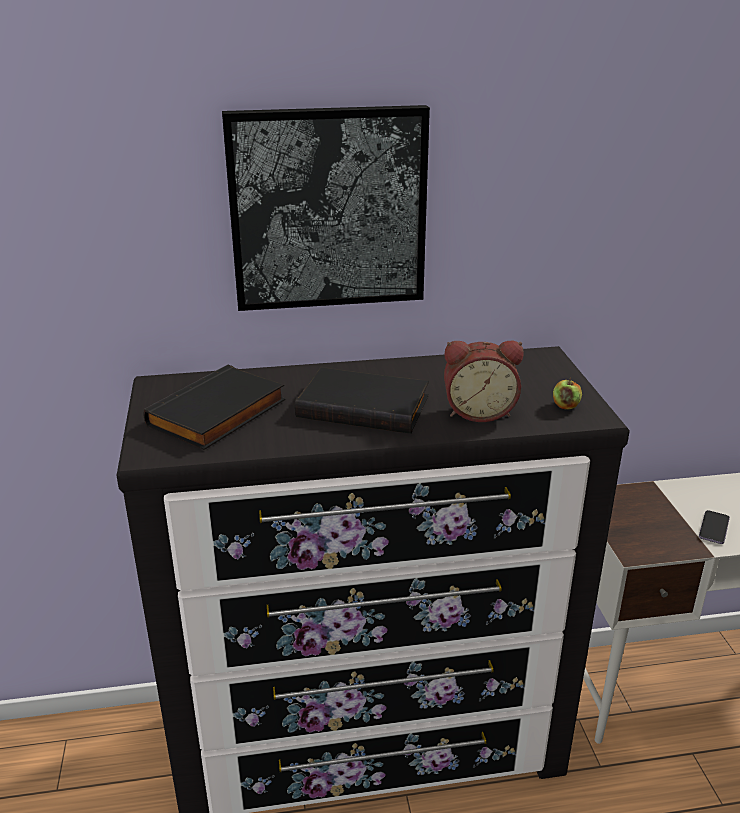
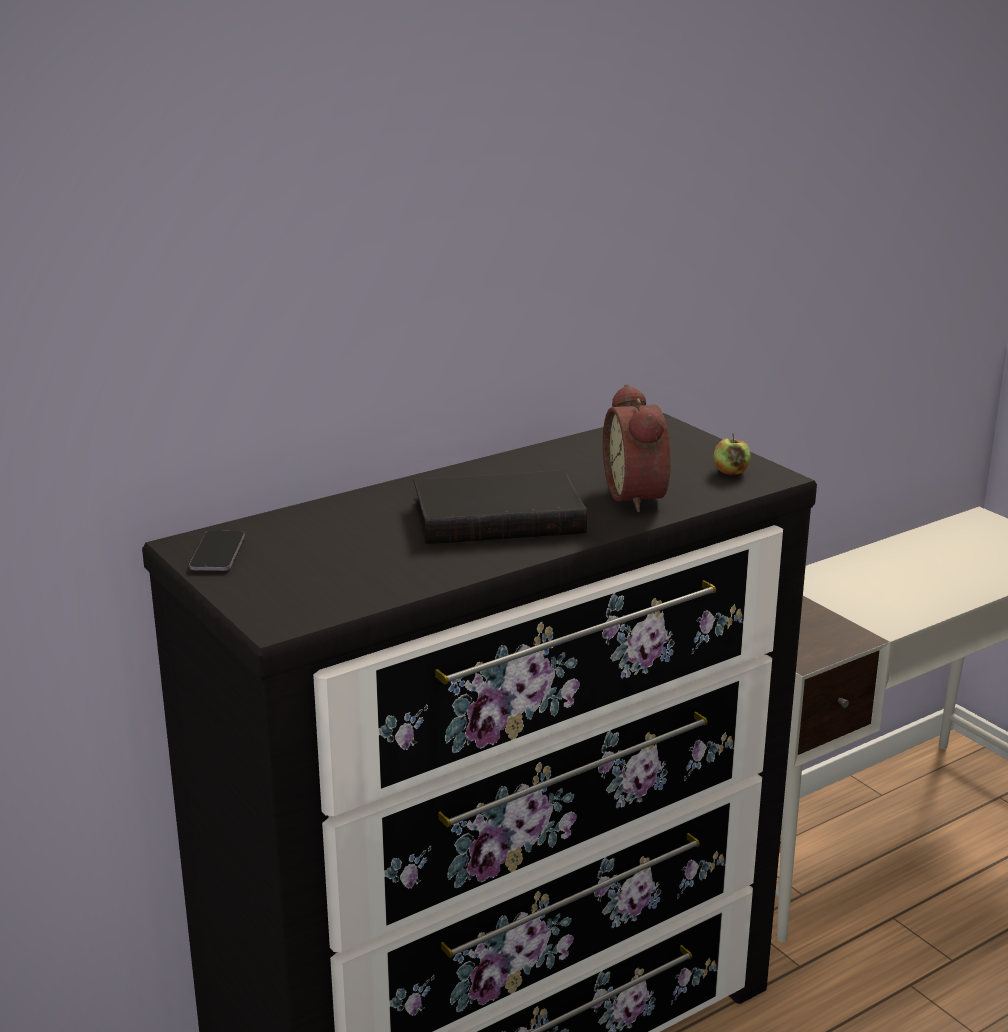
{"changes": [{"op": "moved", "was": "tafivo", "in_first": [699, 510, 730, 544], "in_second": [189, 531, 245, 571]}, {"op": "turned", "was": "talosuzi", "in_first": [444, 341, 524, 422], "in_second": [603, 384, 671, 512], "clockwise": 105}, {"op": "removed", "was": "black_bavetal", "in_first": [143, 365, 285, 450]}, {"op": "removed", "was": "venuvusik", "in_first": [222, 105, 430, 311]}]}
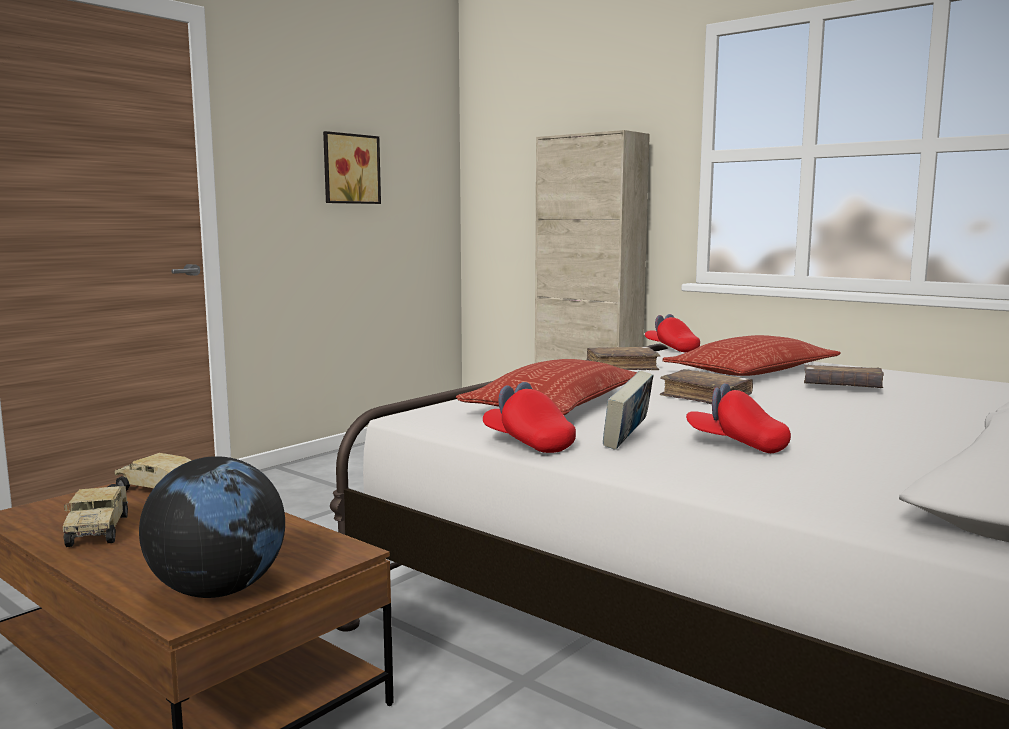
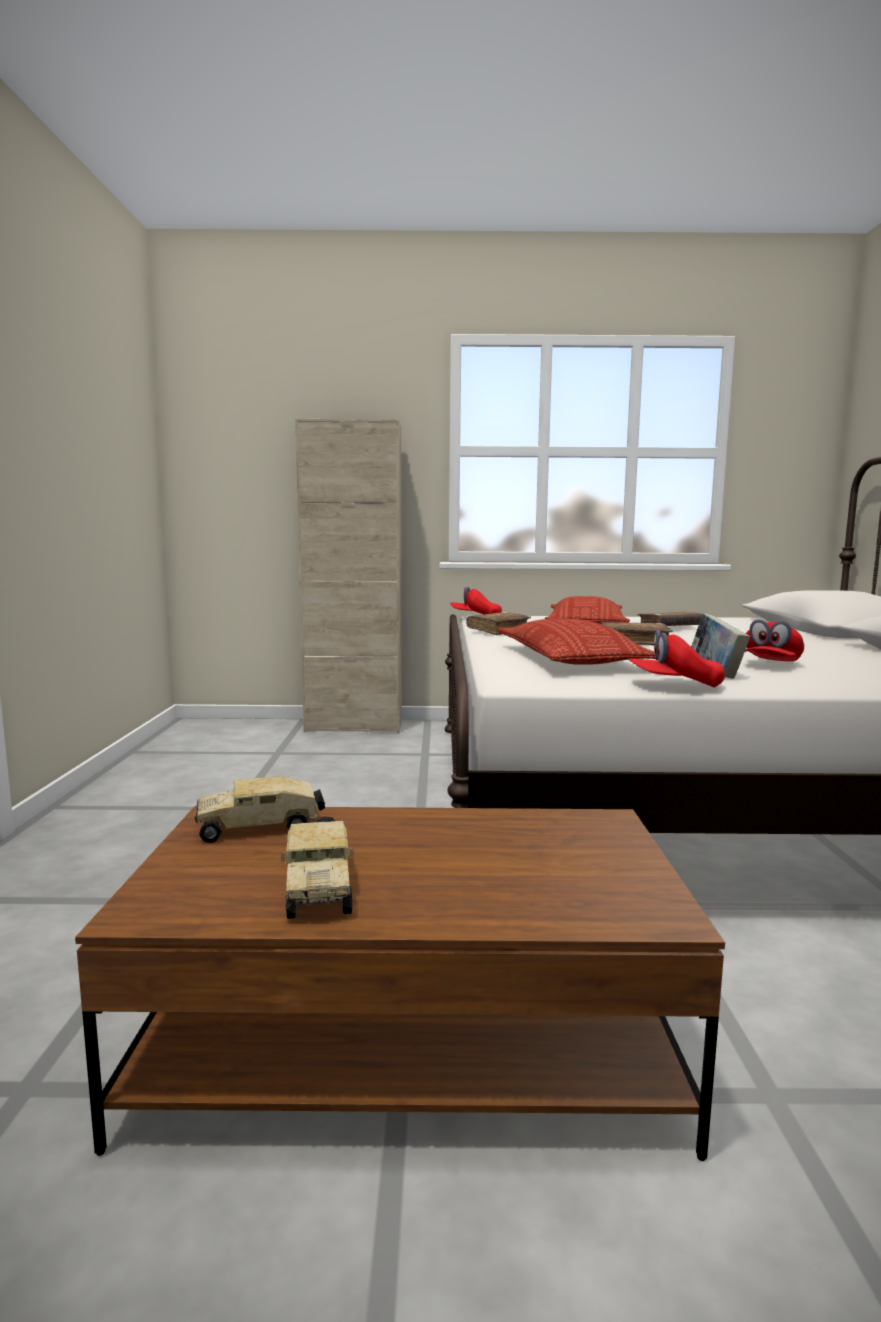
{"changes": [{"op": "turned", "was": "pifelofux", "in_first": [63, 484, 128, 547], "in_second": [281, 816, 354, 919], "clockwise": 45}, {"op": "turned", "was": "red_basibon", "in_first": [686, 383, 791, 453], "in_second": [745, 619, 804, 661], "clockwise": -45}, {"op": "removed", "was": "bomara", "in_first": [139, 456, 285, 598]}, {"op": "removed", "was": "venuvusik", "in_first": [323, 131, 381, 204]}]}
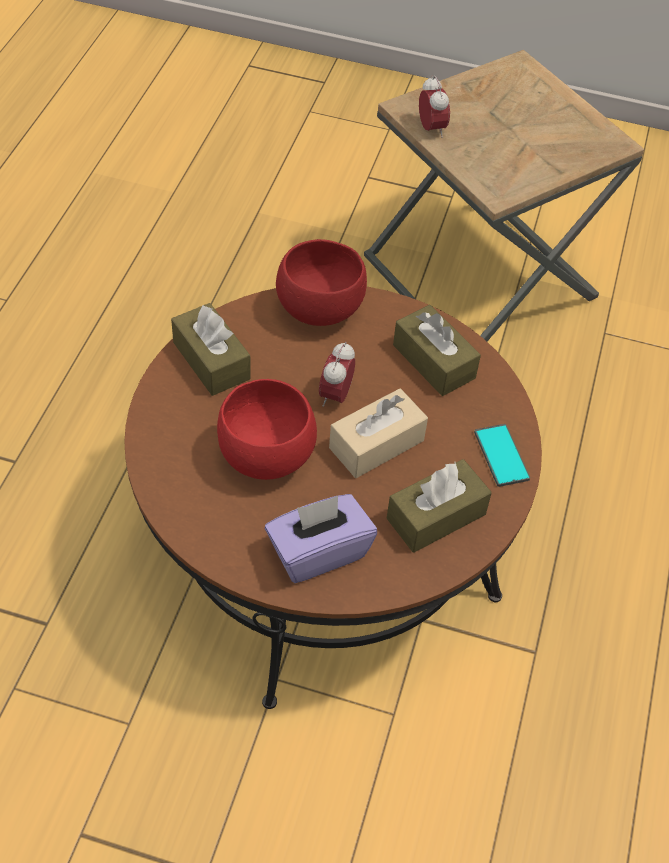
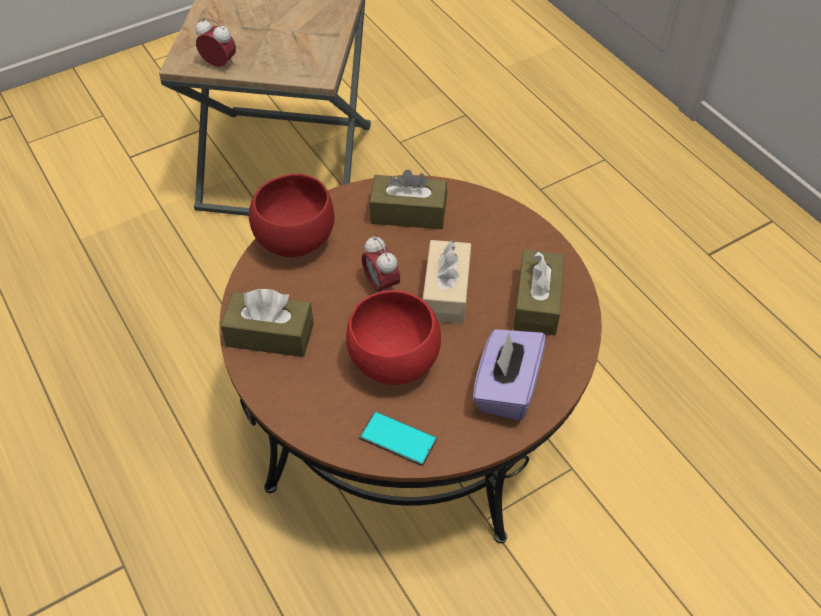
{"changes": [{"op": "moved", "was": "tafivo", "in_first": [474, 424, 530, 487], "in_second": [359, 411, 437, 466]}]}
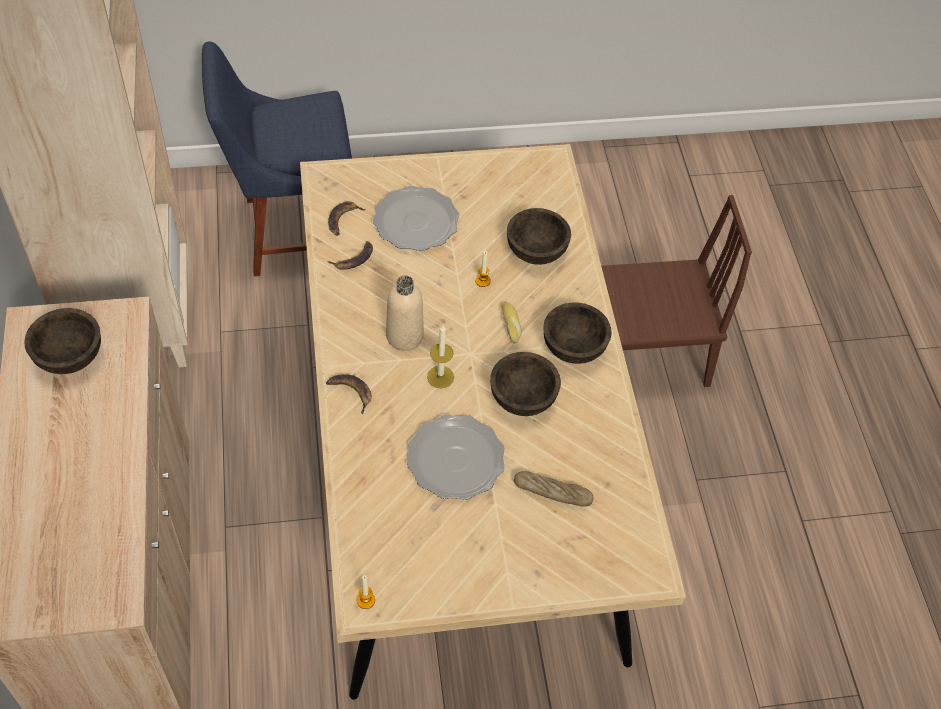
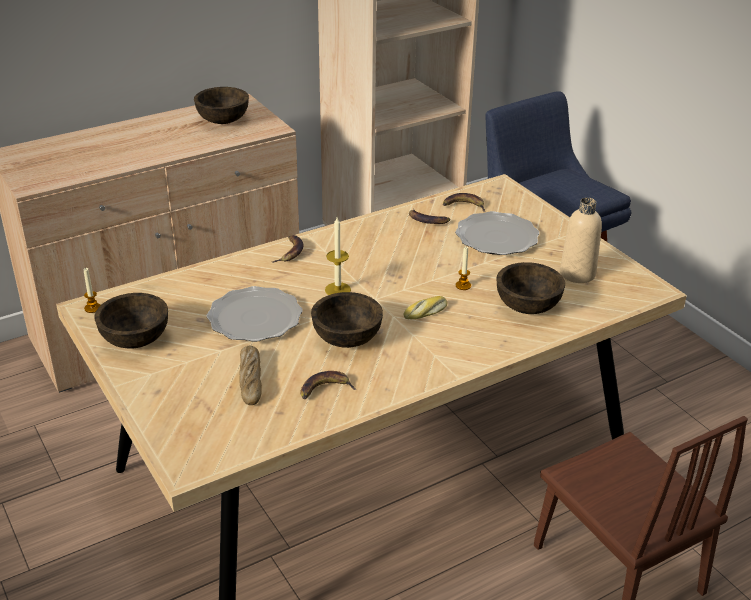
{"changes": [{"op": "moved", "was": "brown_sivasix", "in_first": [543, 302, 612, 364], "in_second": [94, 293, 168, 349]}, {"op": "added", "now": "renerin", "in_second": [300, 371, 356, 399]}, {"op": "moved", "was": "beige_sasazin", "in_first": [386, 275, 424, 350], "in_second": [560, 197, 602, 283]}]}
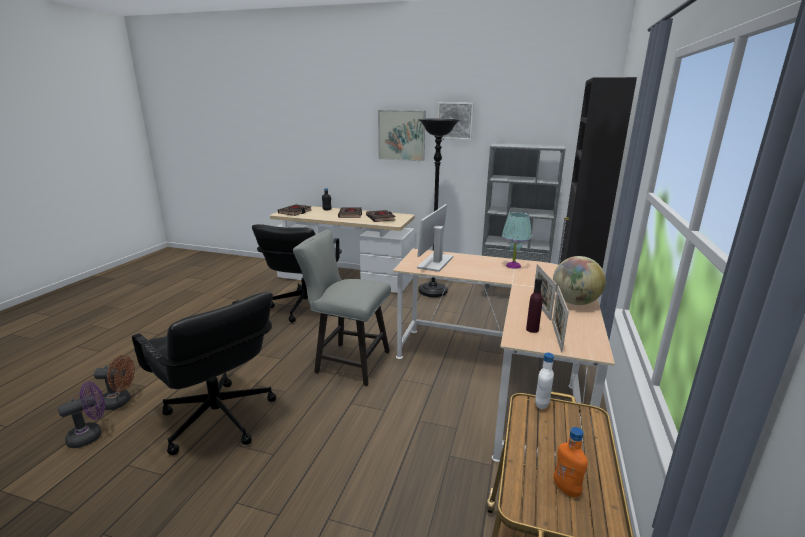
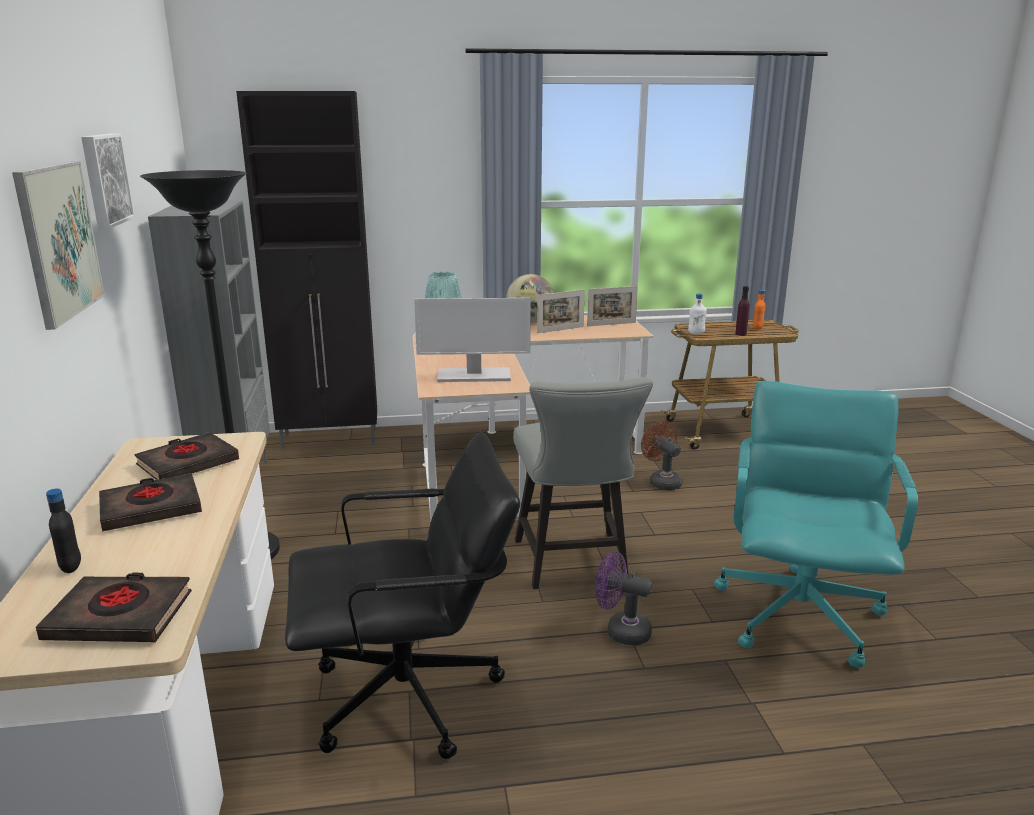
{"changes": [{"op": "moved", "was": "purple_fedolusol", "in_first": [58, 382, 105, 448], "in_second": [595, 551, 652, 646]}, {"op": "moved", "was": "brown_fedolusol", "in_first": [94, 355, 135, 410], "in_second": [641, 422, 682, 490]}, {"op": "recoloured", "was": "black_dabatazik", "now": "turquoise_dabatazik", "in_first": [132, 292, 276, 455], "in_second": [714, 381, 918, 668]}, {"op": "moved", "was": "purple_sasazin", "in_first": [526, 278, 543, 333], "in_second": [736, 286, 749, 336]}]}
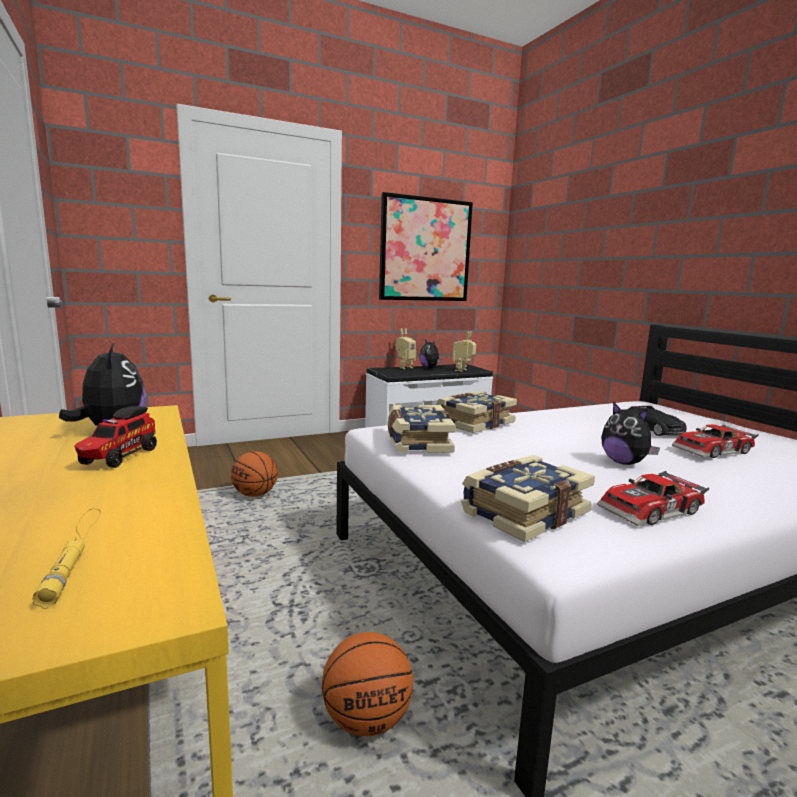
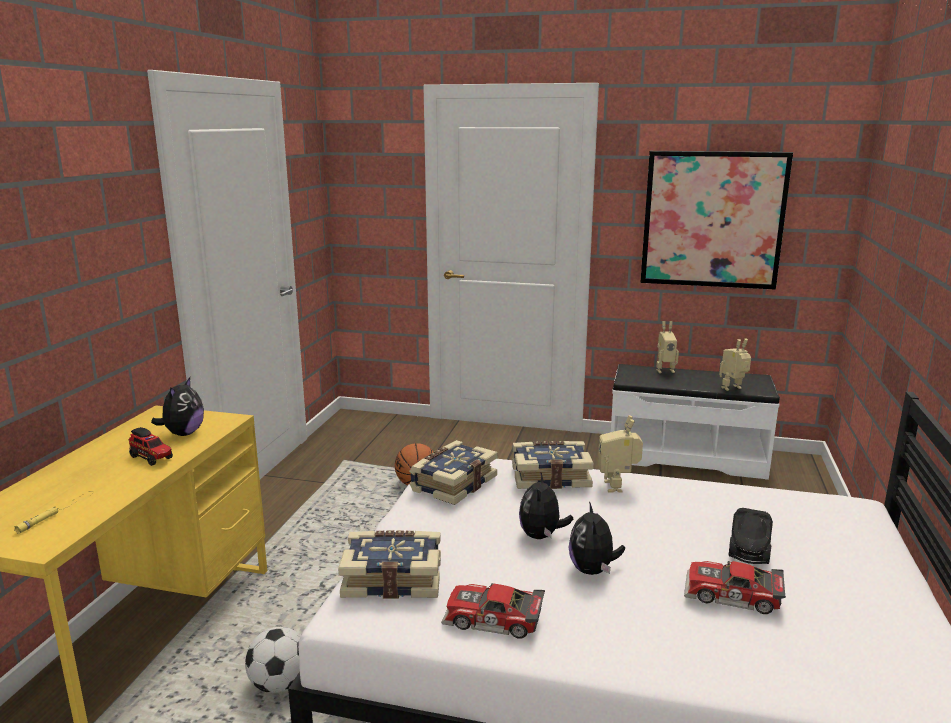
{"changes": [{"op": "turned", "was": "pifelofux", "in_first": [74, 406, 157, 468], "in_second": [129, 427, 173, 466], "clockwise": -105}, {"op": "replaced", "was": "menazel", "now": "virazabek", "in_first": [322, 632, 413, 736], "in_second": [245, 627, 301, 693]}, {"op": "moved", "was": "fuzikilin", "in_first": [419, 340, 442, 368], "in_second": [519, 473, 573, 539]}, {"op": "added", "now": "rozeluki", "in_second": [598, 415, 643, 492]}]}
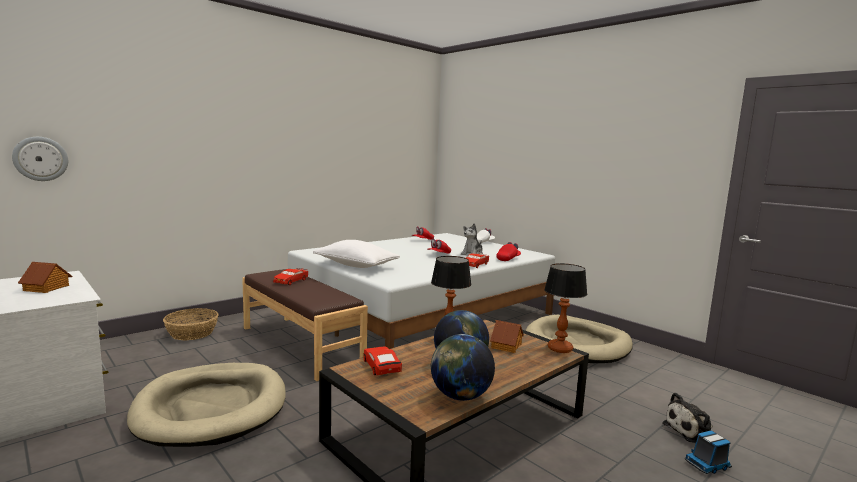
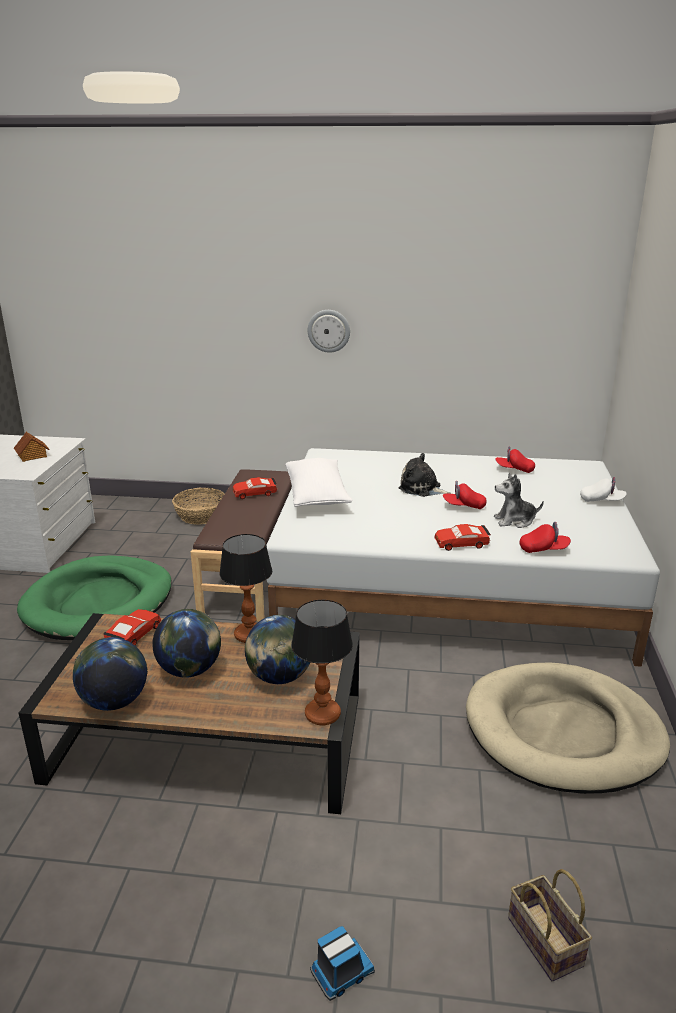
{"changes": [{"op": "recoloured", "was": "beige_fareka", "now": "green_fareka", "in_first": [127, 363, 286, 447], "in_second": [17, 555, 172, 640]}, {"op": "replaced", "was": "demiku", "now": "bomara", "in_first": [490, 320, 524, 353], "in_second": [245, 615, 310, 684]}, {"op": "moved", "was": "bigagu", "in_first": [12, 137, 68, 181], "in_second": [308, 310, 350, 353]}, {"op": "turned", "was": "pifelofux", "in_first": [685, 431, 732, 474], "in_second": [310, 926, 375, 1001], "clockwise": 120}, {"op": "moved", "was": "fuzikilin", "in_first": [662, 393, 713, 443], "in_second": [399, 453, 451, 497]}, {"op": "added", "now": "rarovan", "in_second": [508, 869, 592, 982]}]}
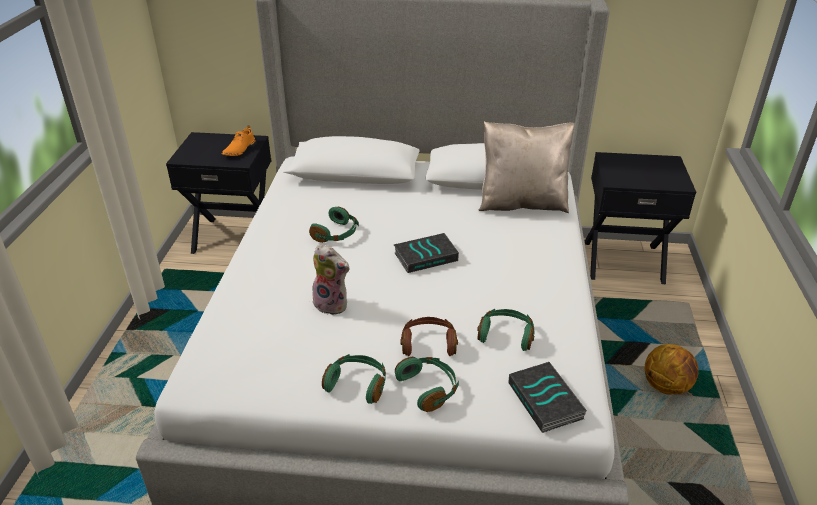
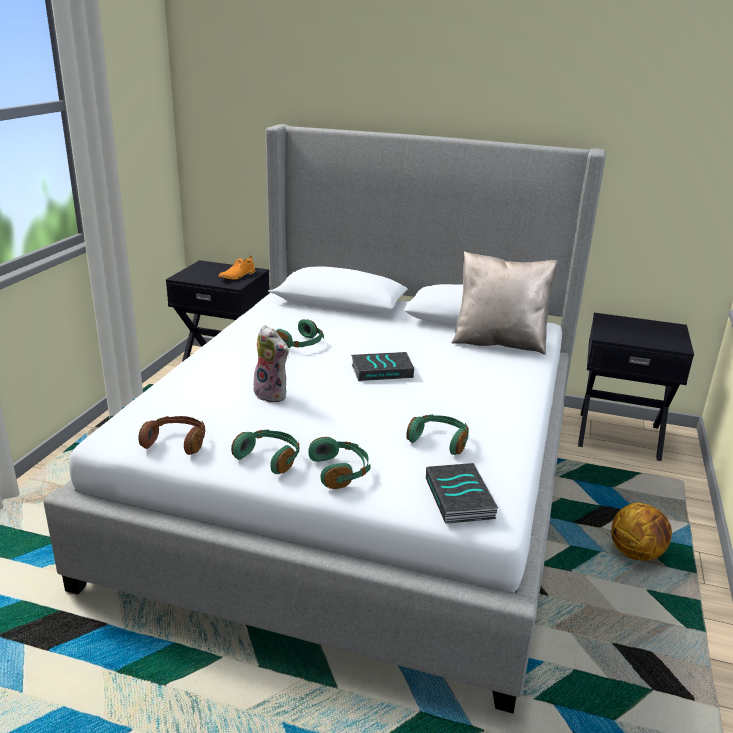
{"changes": [{"op": "moved", "was": "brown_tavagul", "in_first": [400, 317, 458, 356], "in_second": [138, 416, 205, 455]}]}
